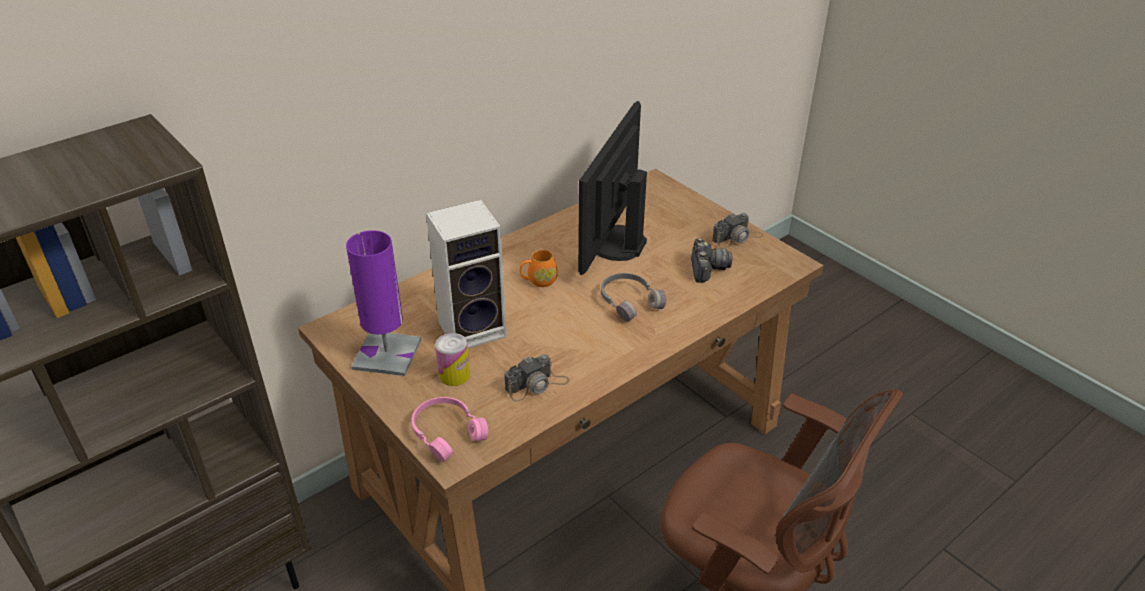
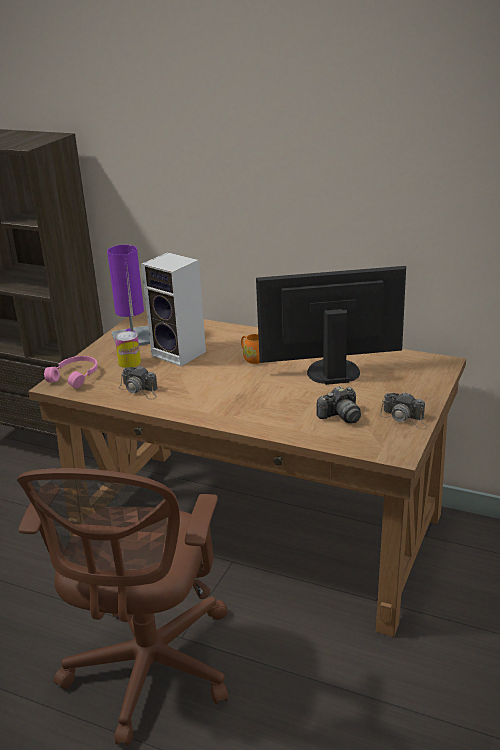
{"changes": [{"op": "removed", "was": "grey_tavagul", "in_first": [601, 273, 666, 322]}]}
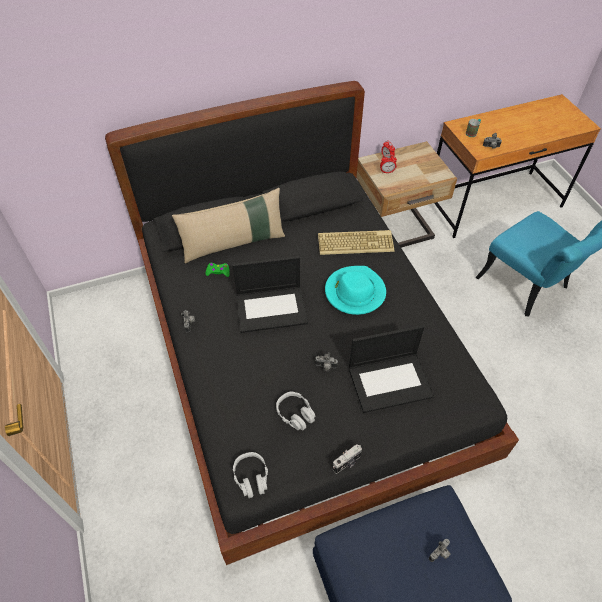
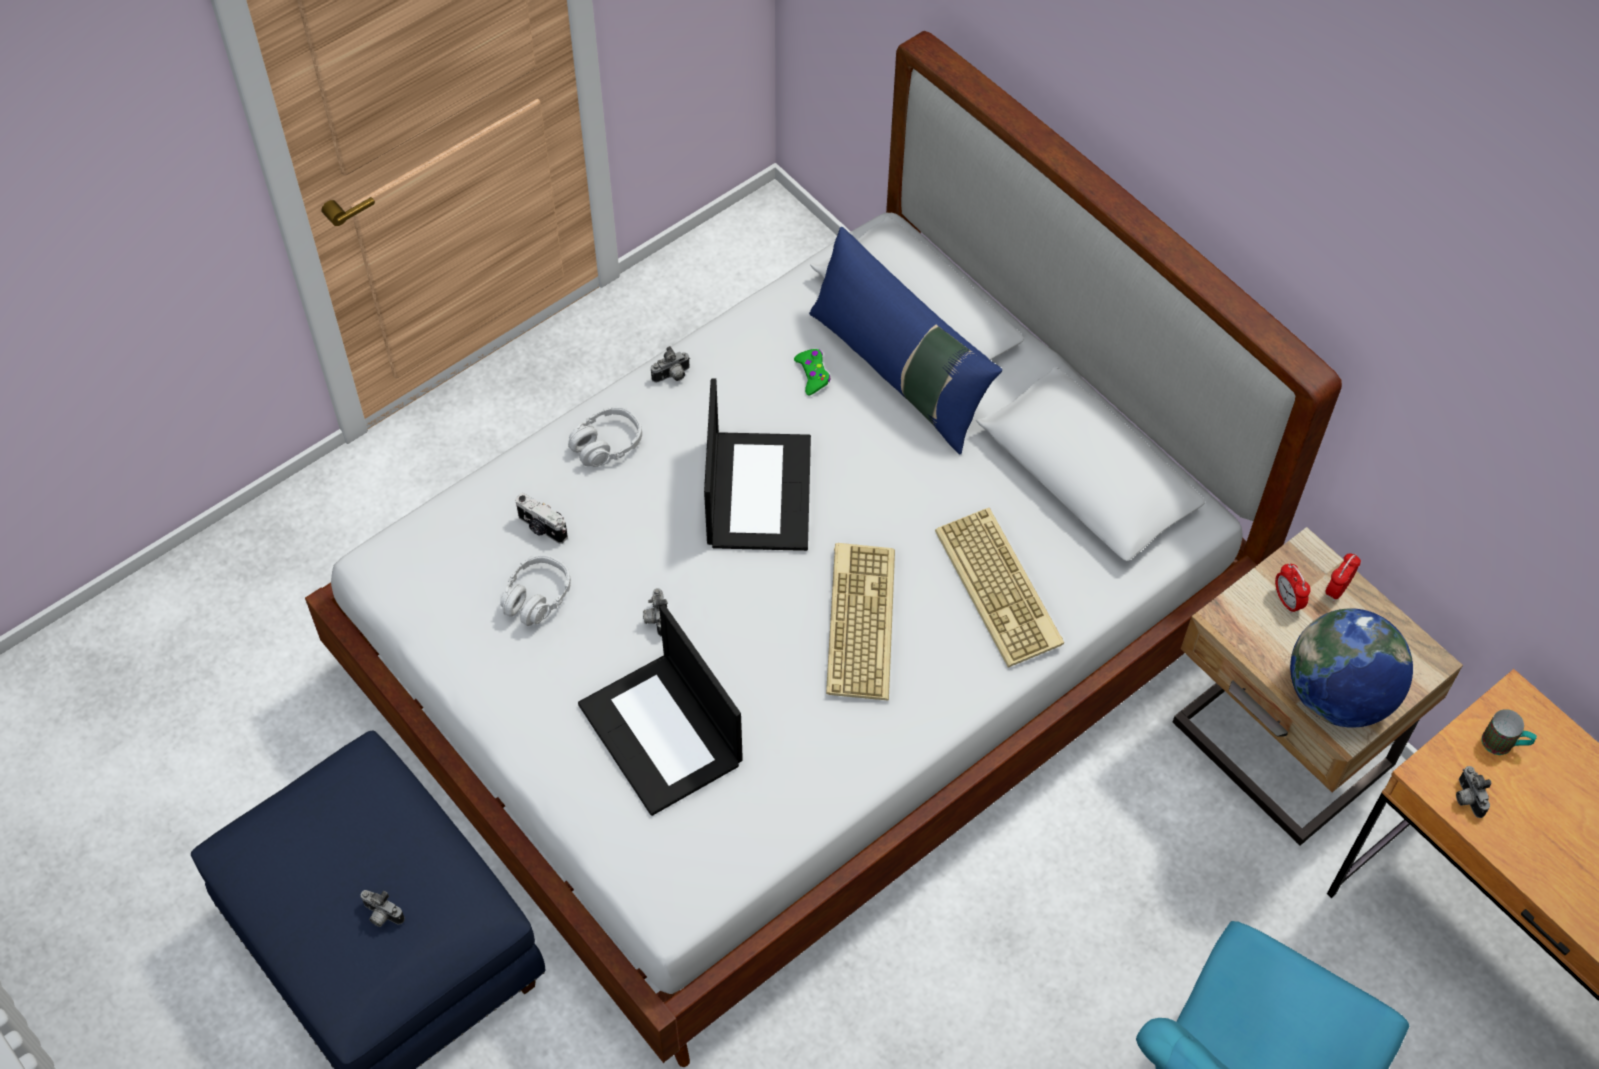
{"changes": [{"op": "recoloured", "was": "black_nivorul", "now": "white_nivorul", "in_first": [105, 81, 519, 565], "in_second": [305, 31, 1342, 1067]}, {"op": "moved", "was": "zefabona", "in_first": [332, 445, 362, 474], "in_second": [515, 493, 568, 544]}, {"op": "moved", "was": "grey_tavagul", "in_first": [233, 452, 268, 498], "in_second": [568, 406, 642, 467]}, {"op": "turned", "was": "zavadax", "in_first": [232, 256, 308, 333], "in_second": [704, 379, 811, 551], "clockwise": -150}, {"op": "recoloured", "was": "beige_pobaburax", "now": "blue_pobaburax", "in_first": [172, 188, 285, 264], "in_second": [809, 227, 1002, 455]}, {"op": "replaced", "was": "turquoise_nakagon", "now": "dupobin", "in_first": [325, 266, 386, 315], "in_second": [826, 543, 895, 701]}, {"op": "added", "now": "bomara", "in_second": [1290, 608, 1413, 728]}]}
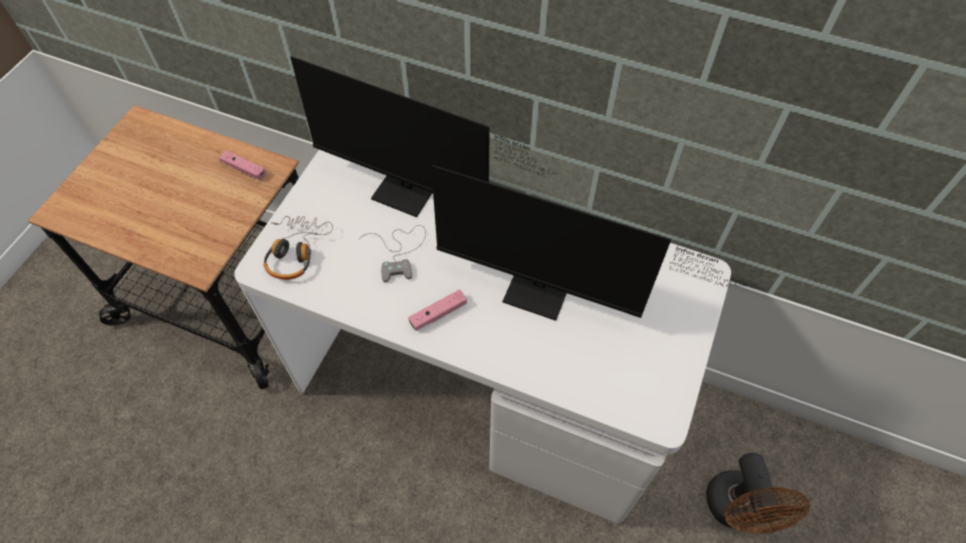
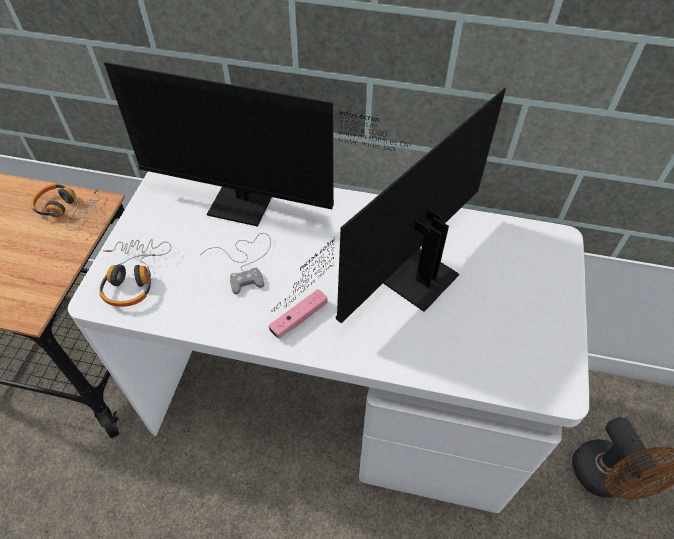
{"changes": [{"op": "replaced", "was": "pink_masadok", "now": "tavagul", "in_first": [219, 150, 266, 180], "in_second": [31, 184, 101, 230]}, {"op": "turned", "was": "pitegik", "in_first": [431, 165, 747, 321], "in_second": [271, 88, 506, 323], "clockwise": 120}]}
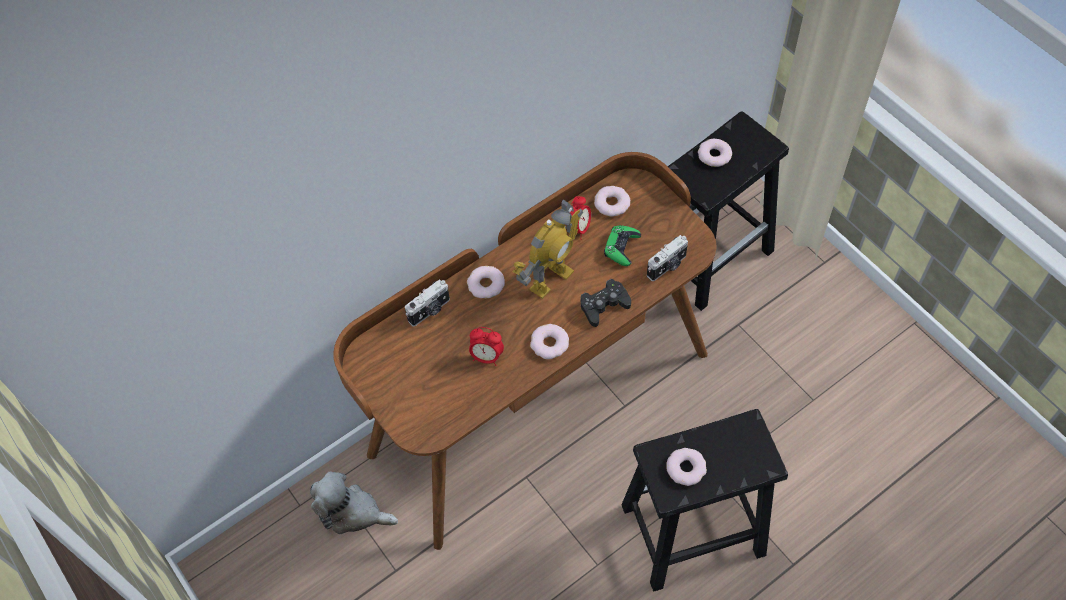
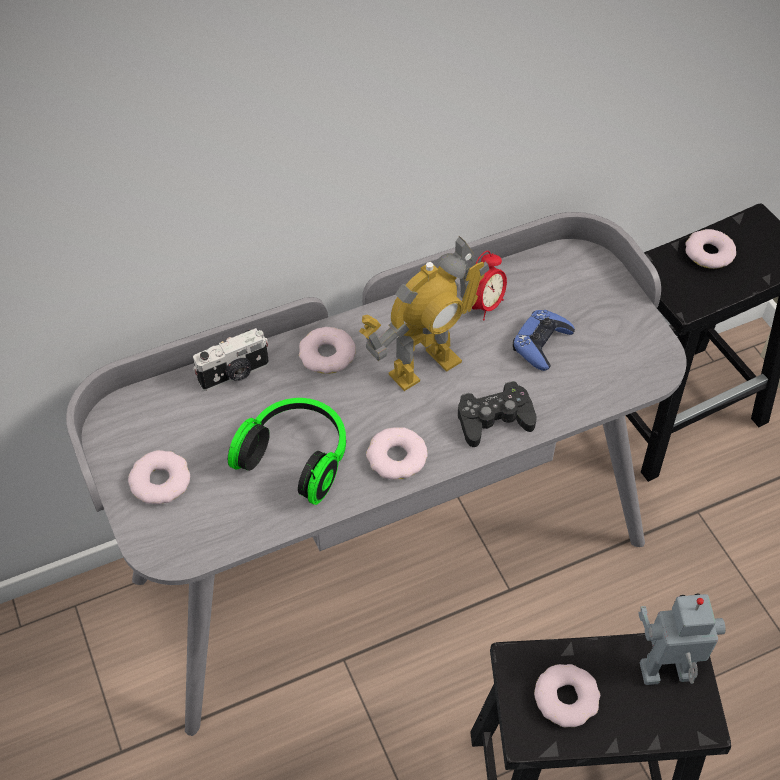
{"changes": [{"op": "recoloured", "was": "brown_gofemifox", "now": "grey_gofemifox", "in_first": [333, 152, 716, 550], "in_second": [66, 212, 687, 736]}, {"op": "moved", "was": "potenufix", "in_first": [594, 186, 630, 217], "in_second": [128, 450, 190, 504]}, {"op": "replaced", "was": "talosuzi", "now": "tavagul", "in_first": [469, 327, 504, 366], "in_second": [228, 398, 346, 505]}, {"op": "recoloured", "was": "green_masadok", "now": "blue_masadok", "in_first": [604, 225, 641, 266], "in_second": [513, 310, 575, 371]}, {"op": "added", "now": "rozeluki", "in_second": [638, 594, 726, 685]}, {"op": "removed", "was": "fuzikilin", "in_first": [310, 471, 398, 534]}, {"op": "removed", "was": "zefabona", "in_first": [647, 235, 688, 281]}]}
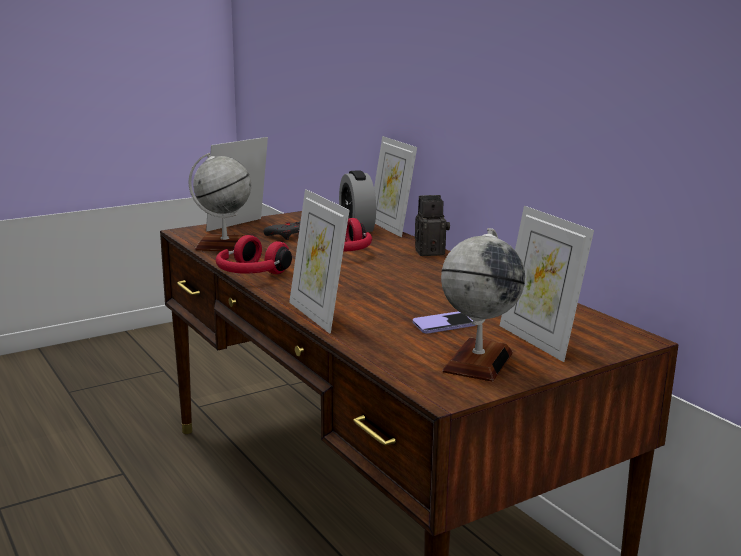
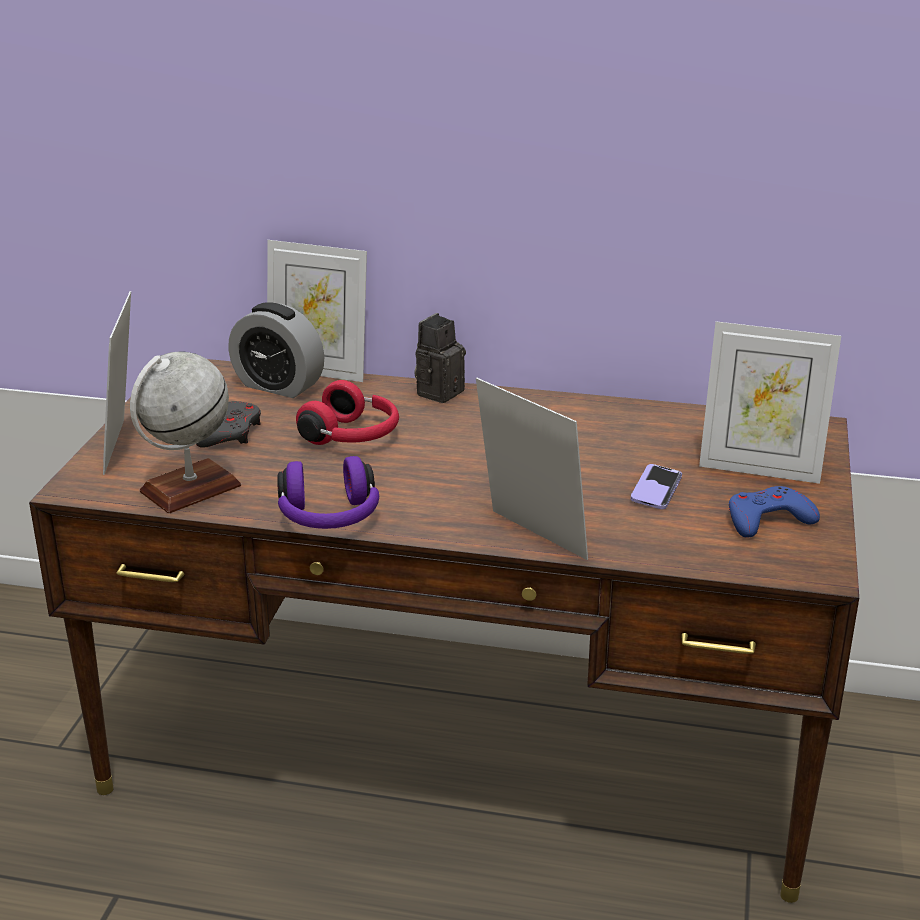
{"changes": [{"op": "recoloured", "was": "red_tavagul", "now": "purple_tavagul", "in_first": [216, 235, 292, 274], "in_second": [277, 456, 379, 529]}, {"op": "turned", "was": "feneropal", "in_first": [289, 189, 350, 334], "in_second": [476, 378, 588, 560], "clockwise": -150}, {"op": "replaced", "was": "bomara", "now": "blue_masadok", "in_first": [441, 228, 525, 382], "in_second": [729, 486, 820, 538]}]}
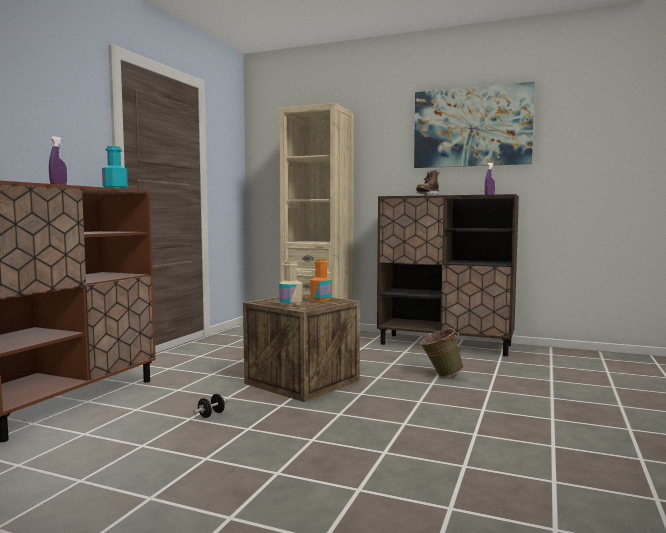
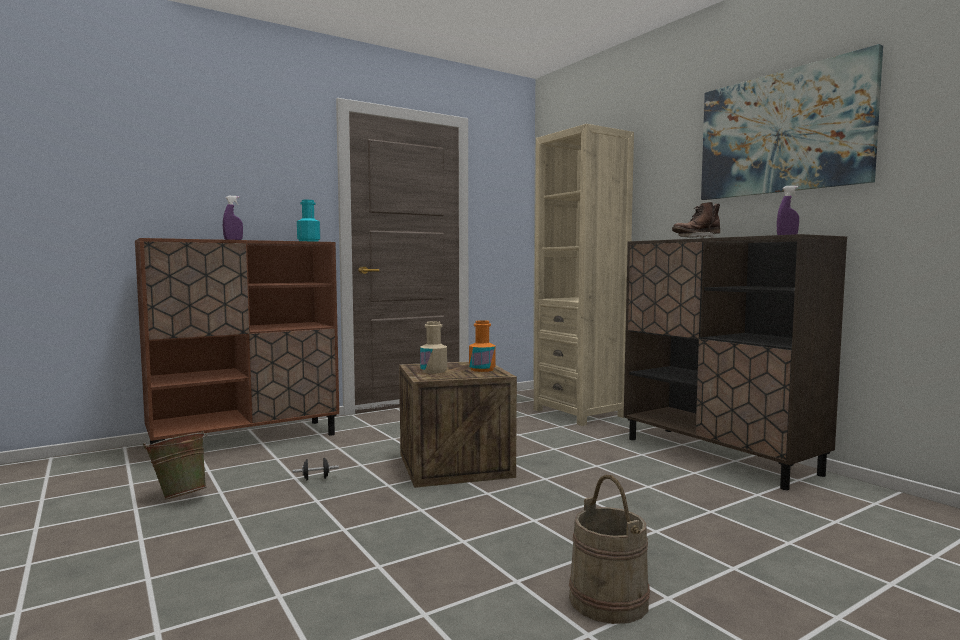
{"changes": [{"op": "moved", "was": "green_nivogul", "in_first": [419, 329, 464, 377], "in_second": [143, 431, 207, 500]}, {"op": "added", "now": "beige_nivogul", "in_second": [569, 475, 650, 624]}]}
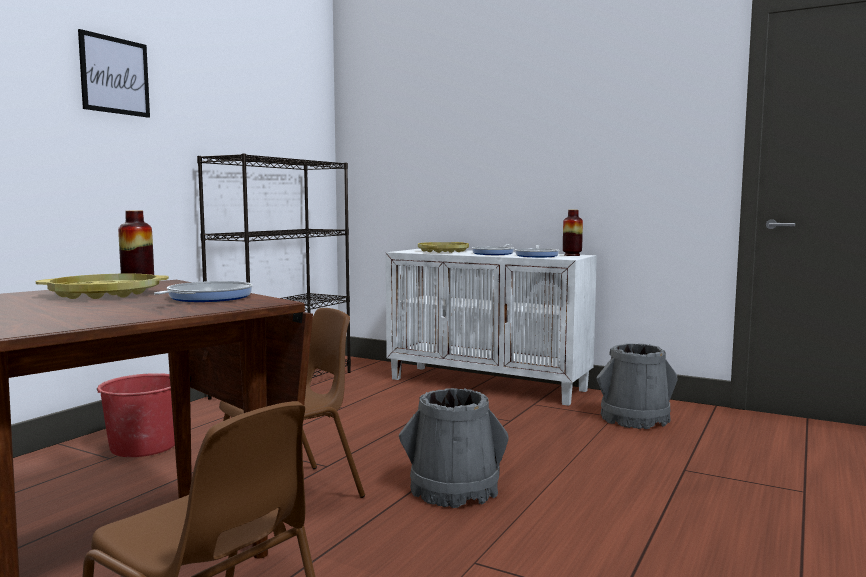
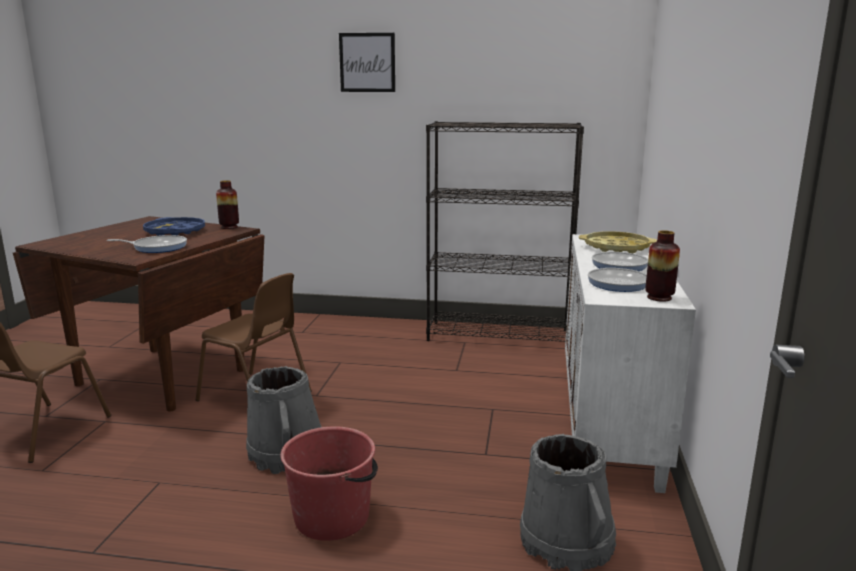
{"changes": [{"op": "recoloured", "was": "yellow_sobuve", "now": "blue_sobuve", "in_first": [36, 274, 169, 299], "in_second": [143, 217, 205, 236]}, {"op": "moved", "was": "red_nivogul", "in_first": [97, 373, 175, 457], "in_second": [280, 426, 378, 541]}]}
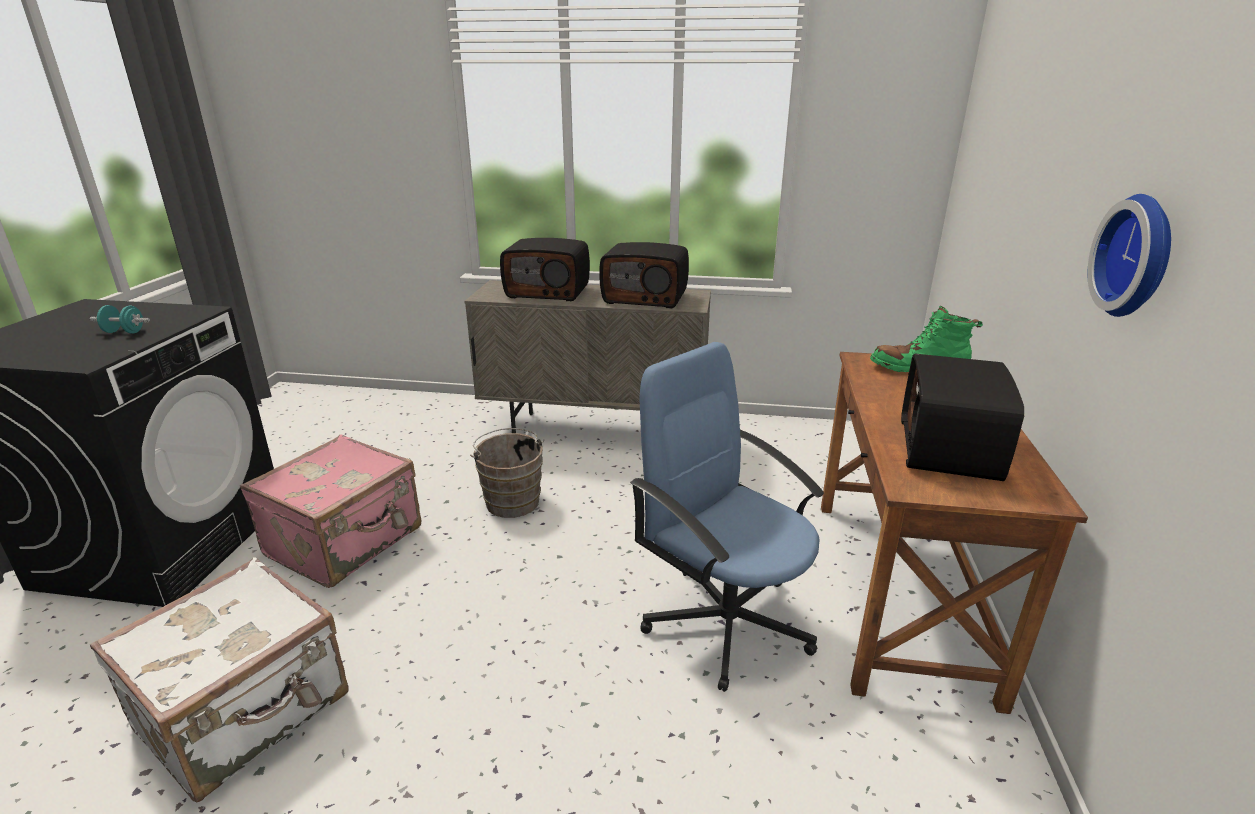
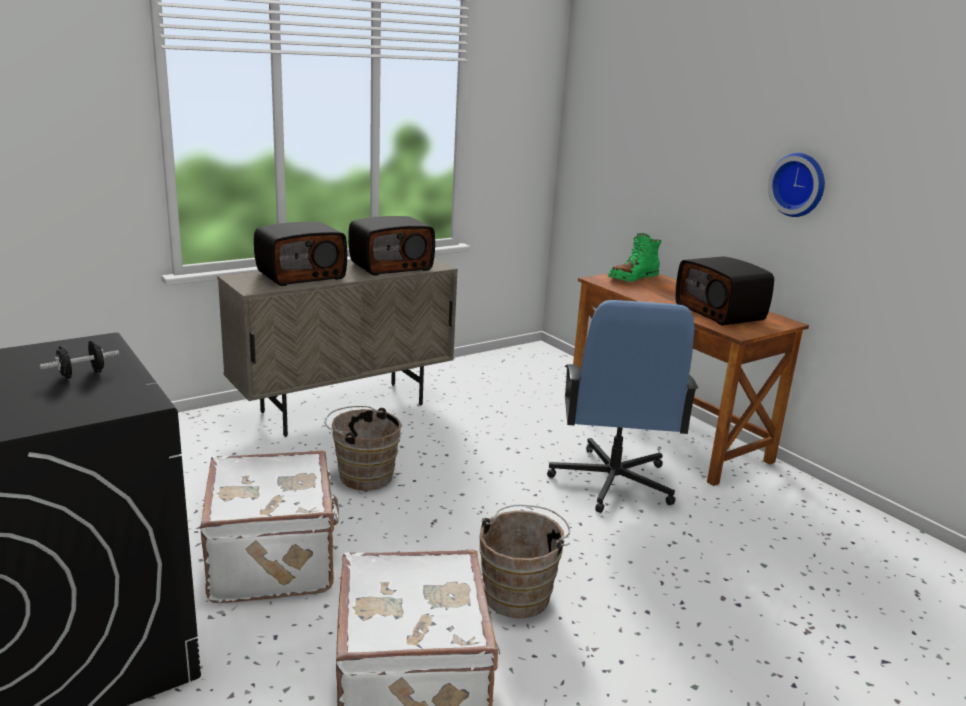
{"changes": [{"op": "recoloured", "was": "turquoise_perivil", "now": "black_perivil", "in_first": [90, 305, 150, 334], "in_second": [40, 340, 119, 379]}, {"op": "recoloured", "was": "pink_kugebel", "now": "white_kugebel", "in_first": [240, 434, 422, 588], "in_second": [200, 451, 339, 603]}, {"op": "added", "now": "brown_nivogul", "in_second": [479, 505, 570, 619]}, {"op": "turned", "was": "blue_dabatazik", "in_first": [630, 342, 824, 692], "in_second": [547, 300, 698, 513], "clockwise": -90}]}
